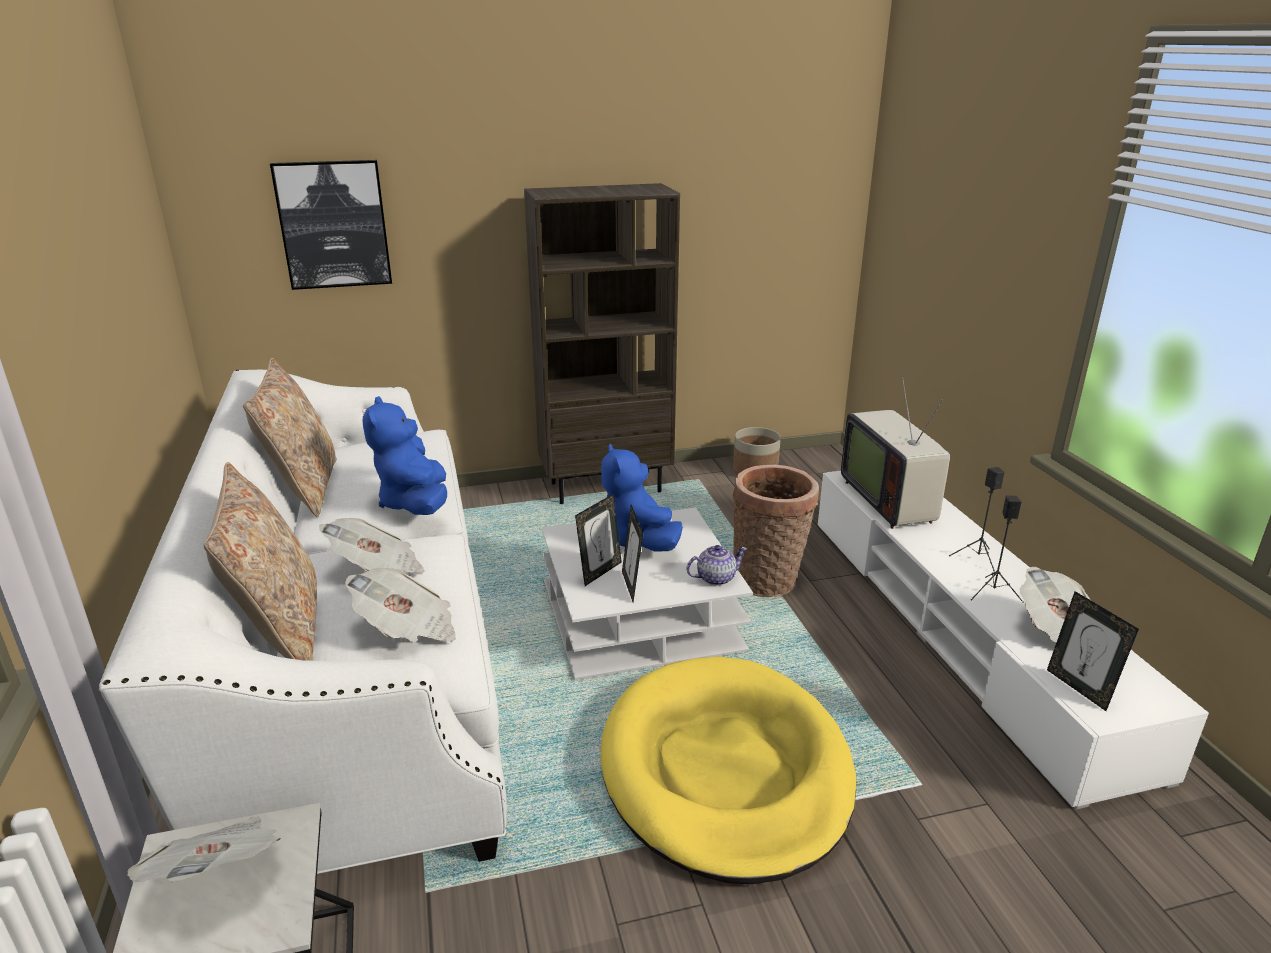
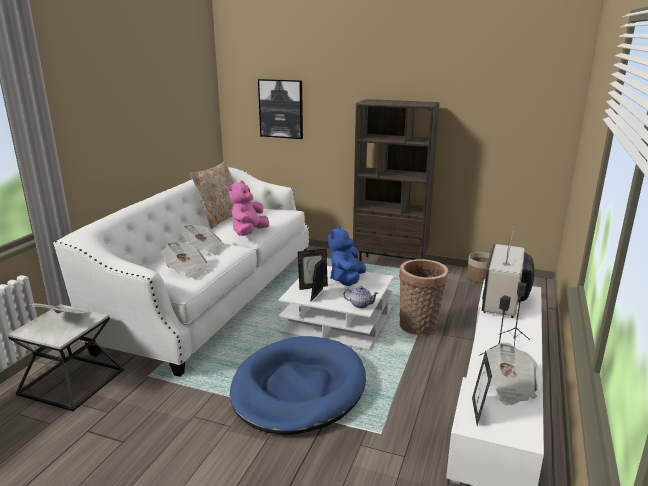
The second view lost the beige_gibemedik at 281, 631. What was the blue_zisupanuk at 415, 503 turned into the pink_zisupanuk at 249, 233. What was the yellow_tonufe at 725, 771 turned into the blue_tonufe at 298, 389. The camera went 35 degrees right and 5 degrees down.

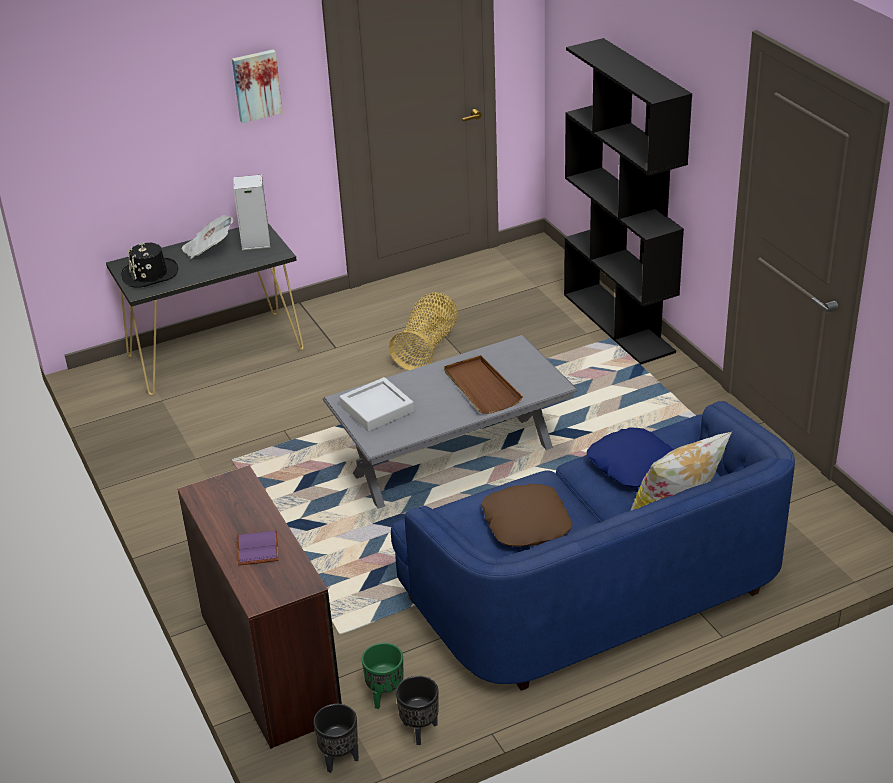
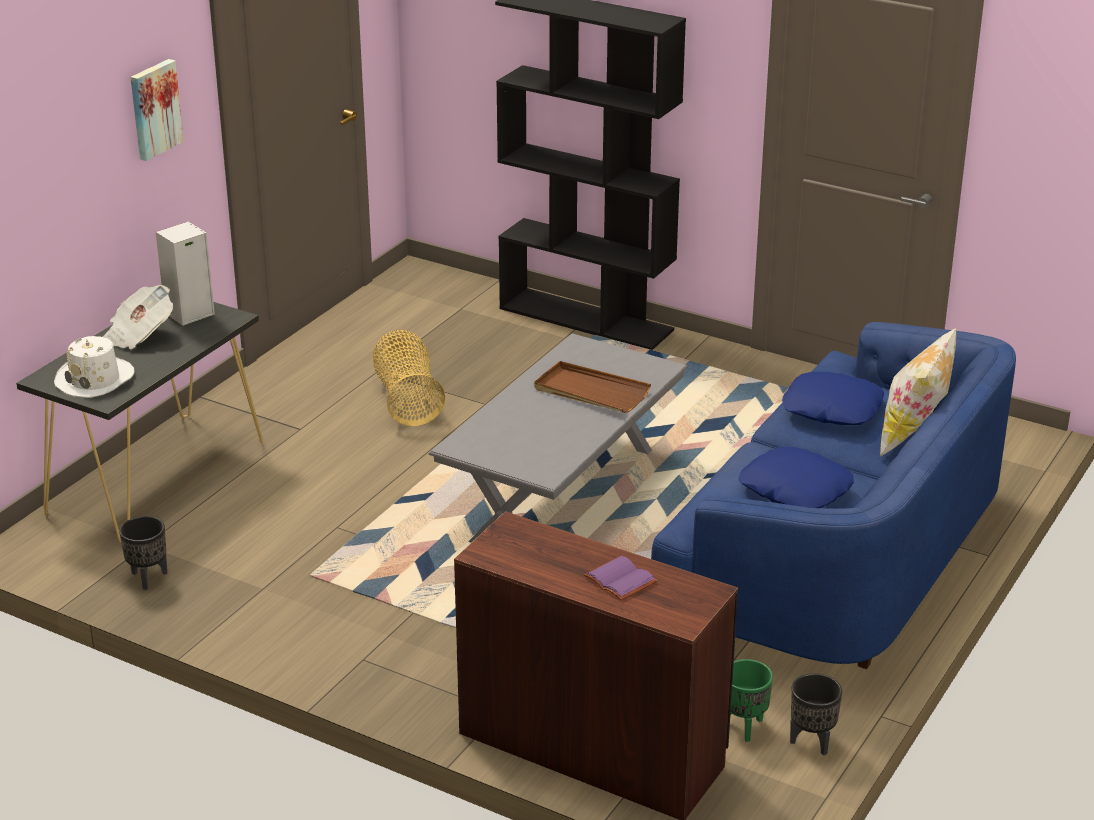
What was the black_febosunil at 150, 274 turned into the white_febosunil at 95, 379. The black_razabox ended up elsewhere, having gone from 339, 759 to 148, 578. The second view lost the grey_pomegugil at 377, 409. What was the brown_gibemedik at 525, 523 turned into the blue_gibemedik at 795, 489. The camera went 35 degrees left and 5 degrees down.

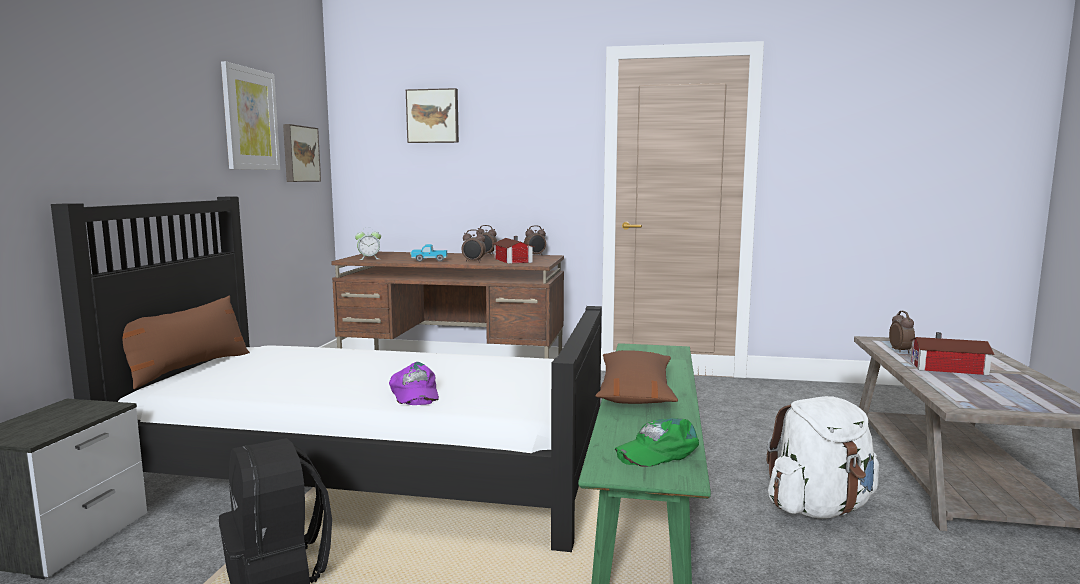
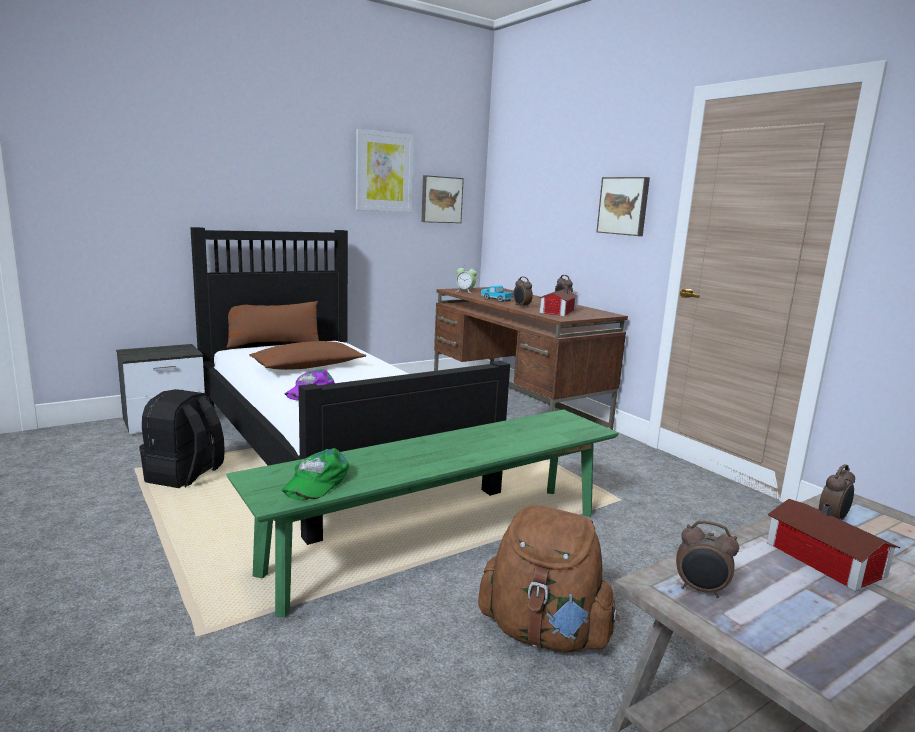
The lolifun ended up elsewhere, having gone from 433, 116 to 624, 206. The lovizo ended up elsewhere, having gone from 535, 255 to 700, 590. The brown_gibemedik ended up elsewhere, having gone from 635, 392 to 307, 367. The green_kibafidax at 657, 451 ended up facing another way, 90 degrees counterclockwise from before. What was the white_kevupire at 819, 508 turned into the brown_kevupire at 544, 633. The camera went 45 degrees right and 5 degrees up.

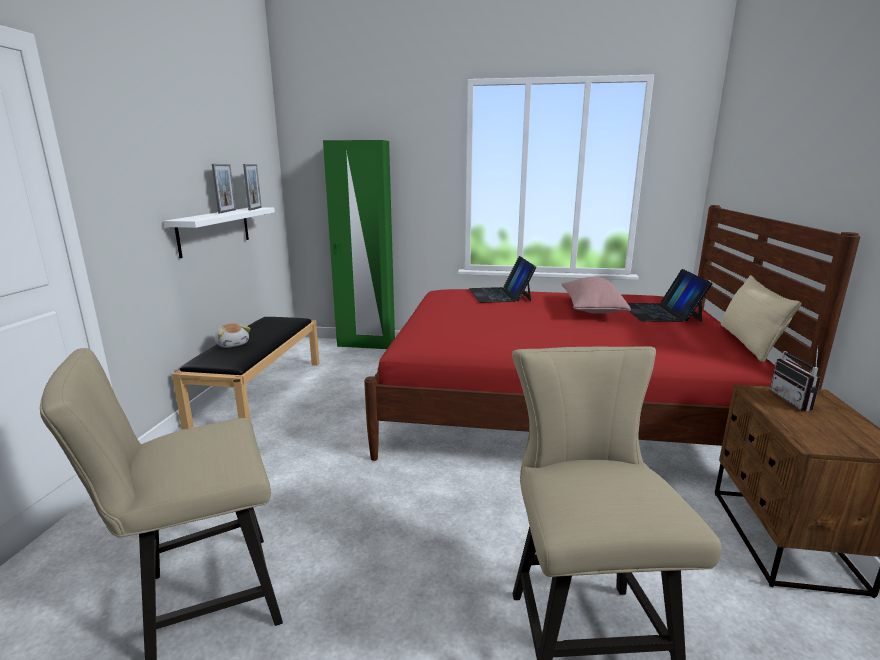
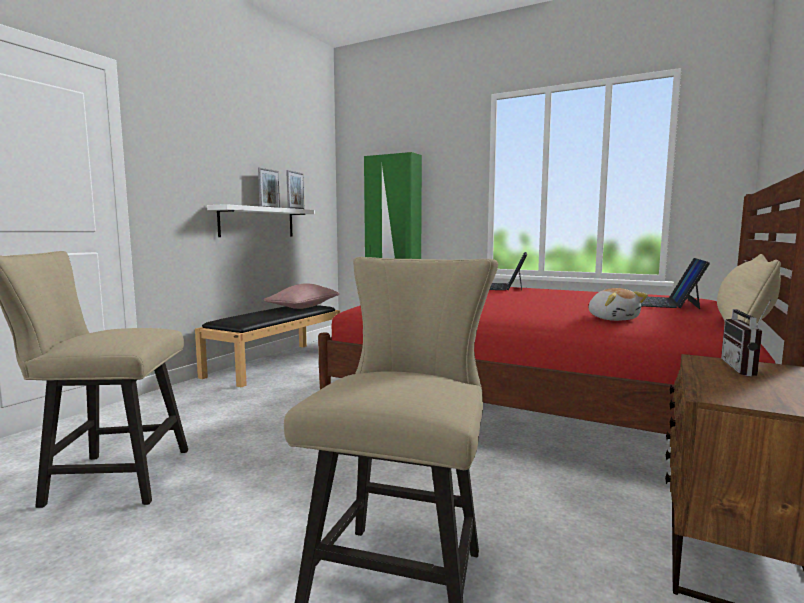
The zisupanuk ended up elsewhere, having gone from 232, 344 to 613, 319. The pink_gibemedik ended up elsewhere, having gone from 591, 309 to 303, 307. The camera went 20 degrees right and 10 degrees down.

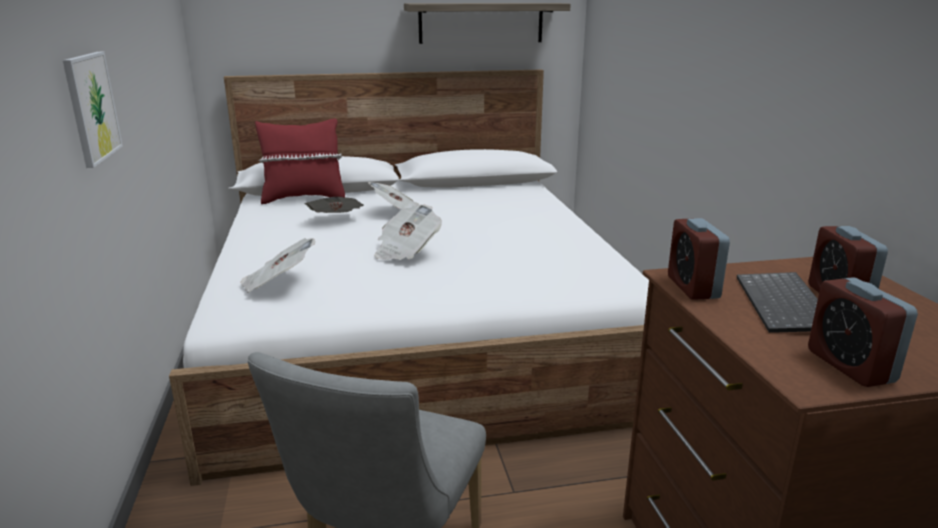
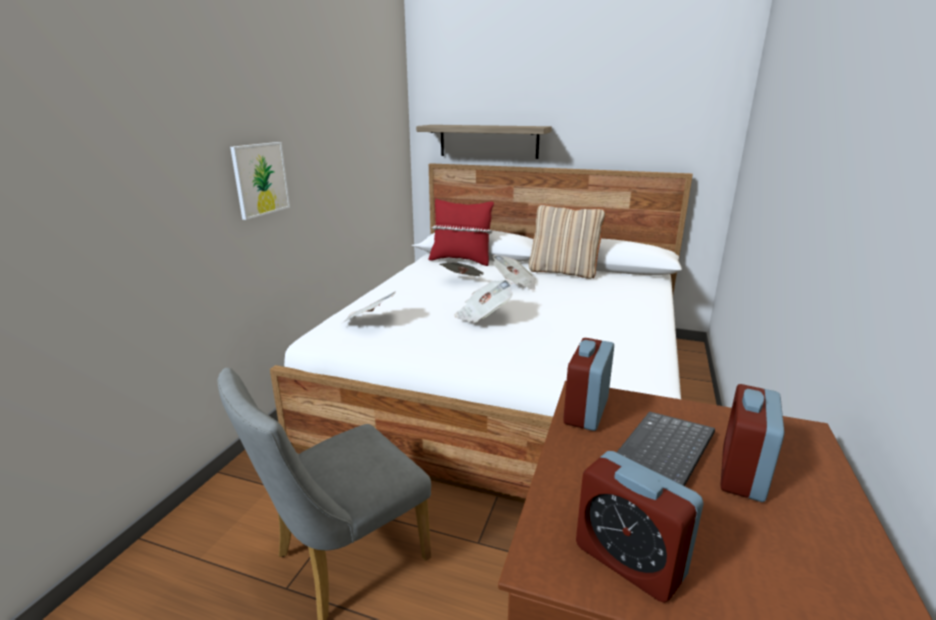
The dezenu ended up elsewhere, having gone from 481, 23 to 488, 141. The lovizo at 850, 366 ended up facing another way, 60 degrees counterclockwise from before. The second view gained the beige_gibemedik at 563, 272. The camera went 30 degrees right and 0 degrees up.

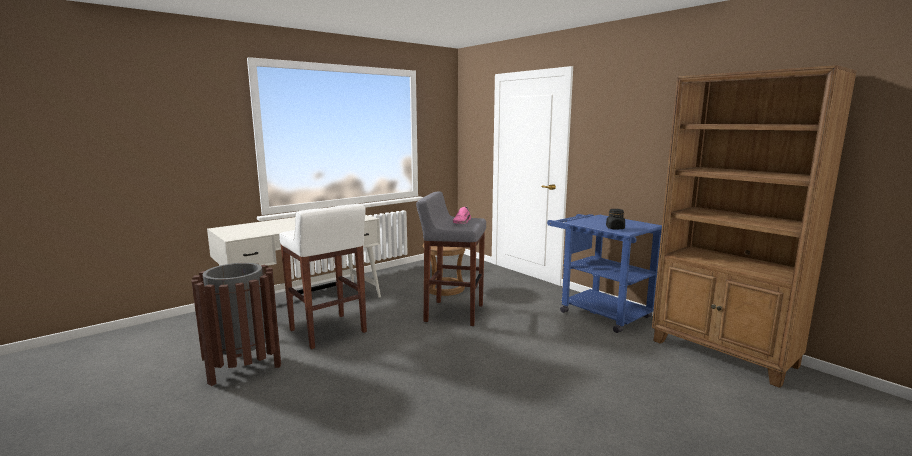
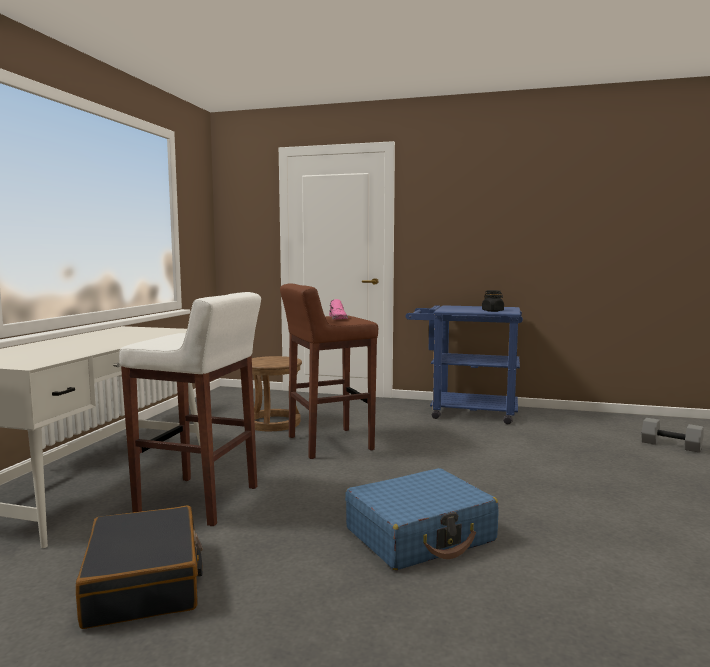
Where the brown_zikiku stood at 244, 369, the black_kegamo came to stand at 144, 582. What was the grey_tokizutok at 453, 313 turned into the brown_tokizutok at 328, 443. The second view lost the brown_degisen at 723, 354. The second view gained the blue_kegamo at 420, 535. The second view gained the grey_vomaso at 671, 445. The camera went 35 degrees left and 5 degrees down.

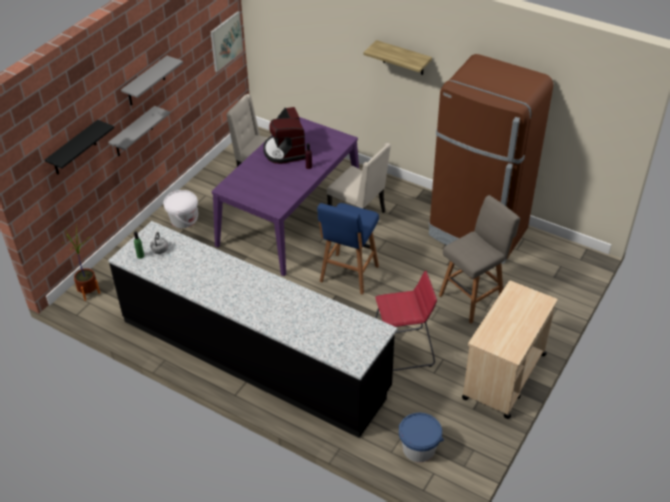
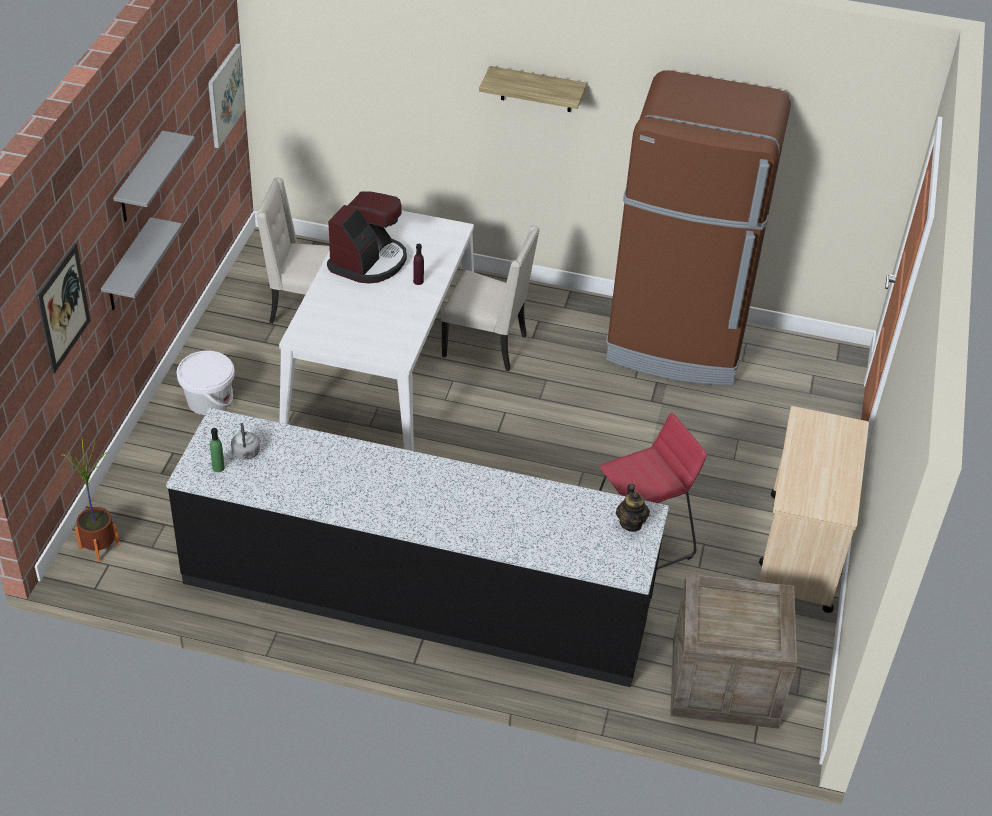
Where the black_dezenu hung at 74, 149, the lolifun came to hang at 63, 308. What was the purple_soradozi at 290, 217 turned into the white_soradozi at 381, 368. The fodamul at 285, 151 ended up facing another way, 120 degrees counterclockwise from before. The second view lost the blue_tokizutok at 348, 275. Where the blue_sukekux stood at 418, 448, the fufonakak came to stand at 723, 683. The second view lost the grey_tokizutok at 473, 298. The second view gained the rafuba at 631, 523. The camera went 20 degrees left and 0 degrees up.

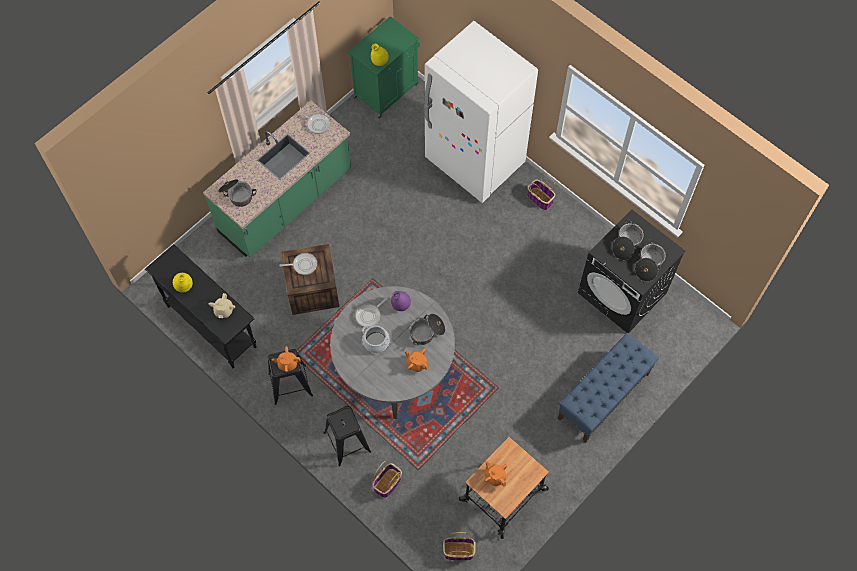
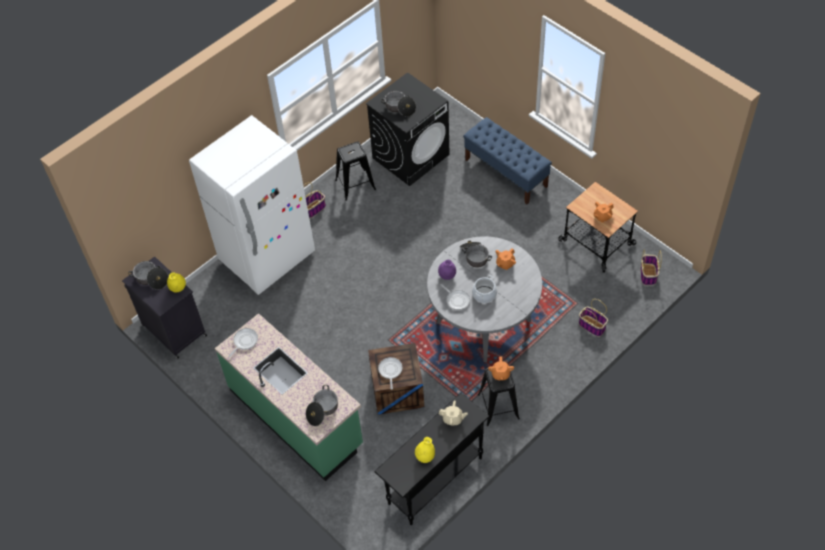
The black_tokizutok ended up elsewhere, having gone from 347, 441 to 355, 185. What was the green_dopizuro at 387, 90 turned into the black_dopizuro at 173, 329. The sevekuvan ended up elsewhere, having gone from 648, 265 to 151, 279. The camera went 85 degrees left and 10 degrees down.

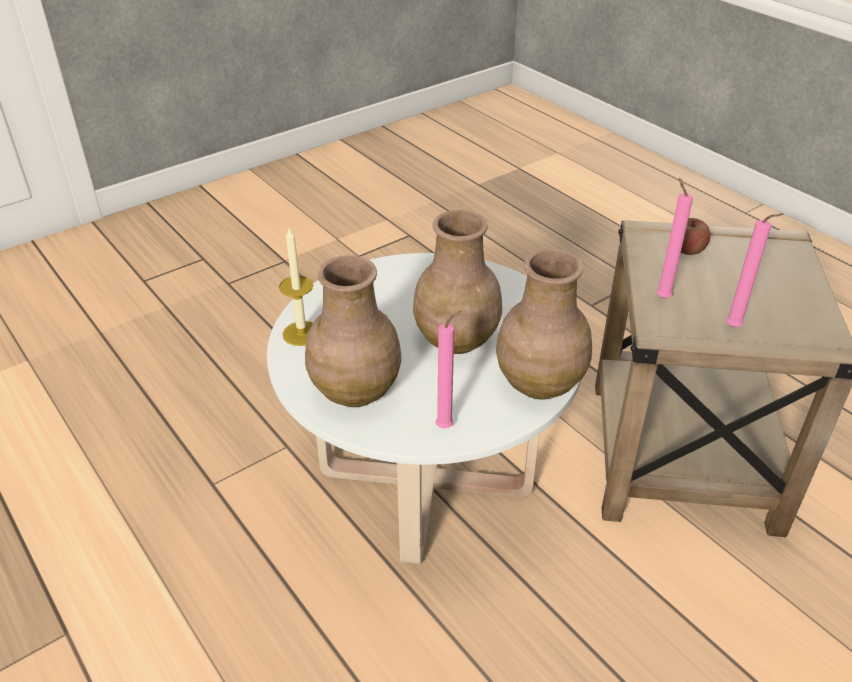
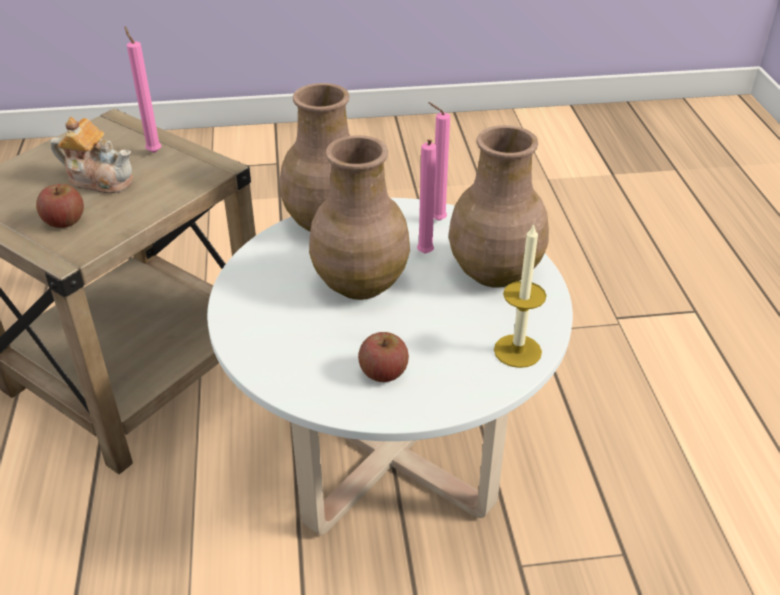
The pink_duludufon ended up elsewhere, having gone from 661, 296 to 424, 255. The second view gained the rafuba at 100, 179. The second view gained the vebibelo at 383, 372. The camera went 150 degrees left and 0 degrees up.

